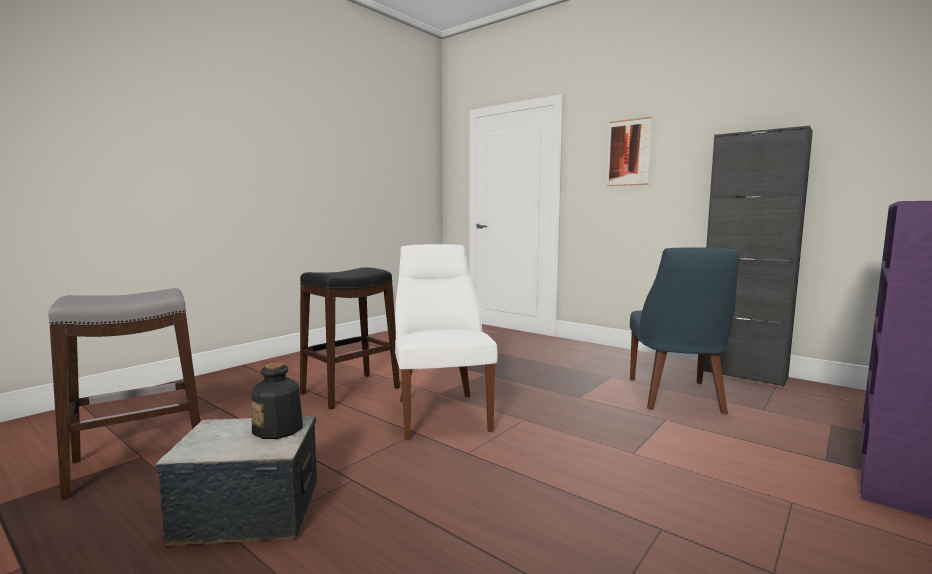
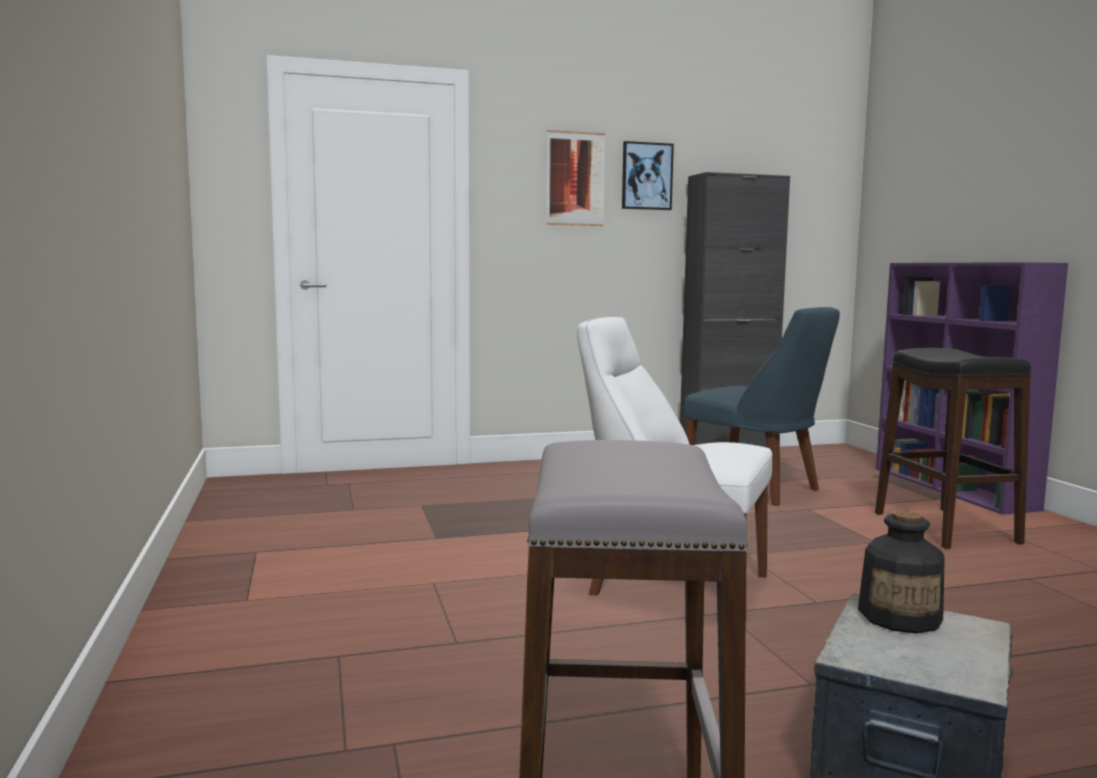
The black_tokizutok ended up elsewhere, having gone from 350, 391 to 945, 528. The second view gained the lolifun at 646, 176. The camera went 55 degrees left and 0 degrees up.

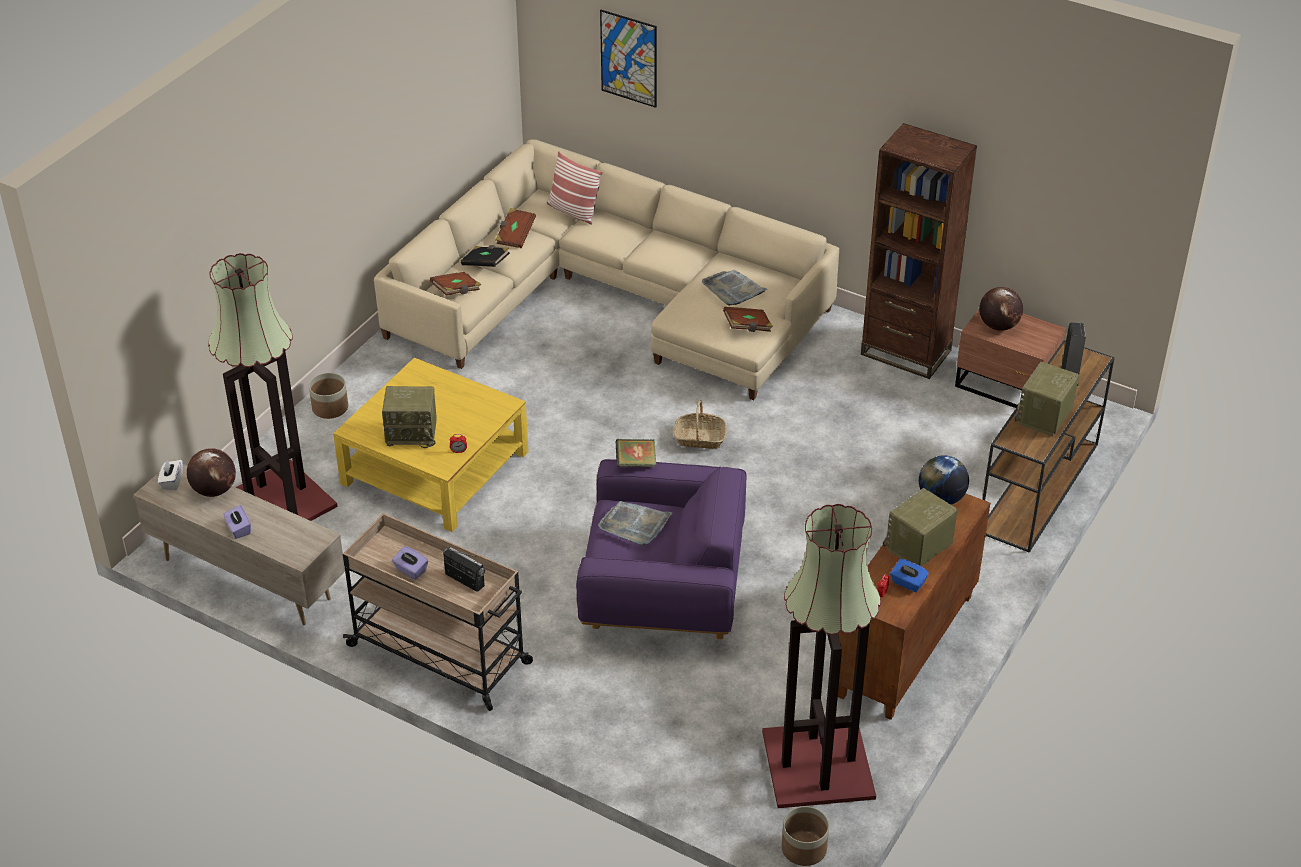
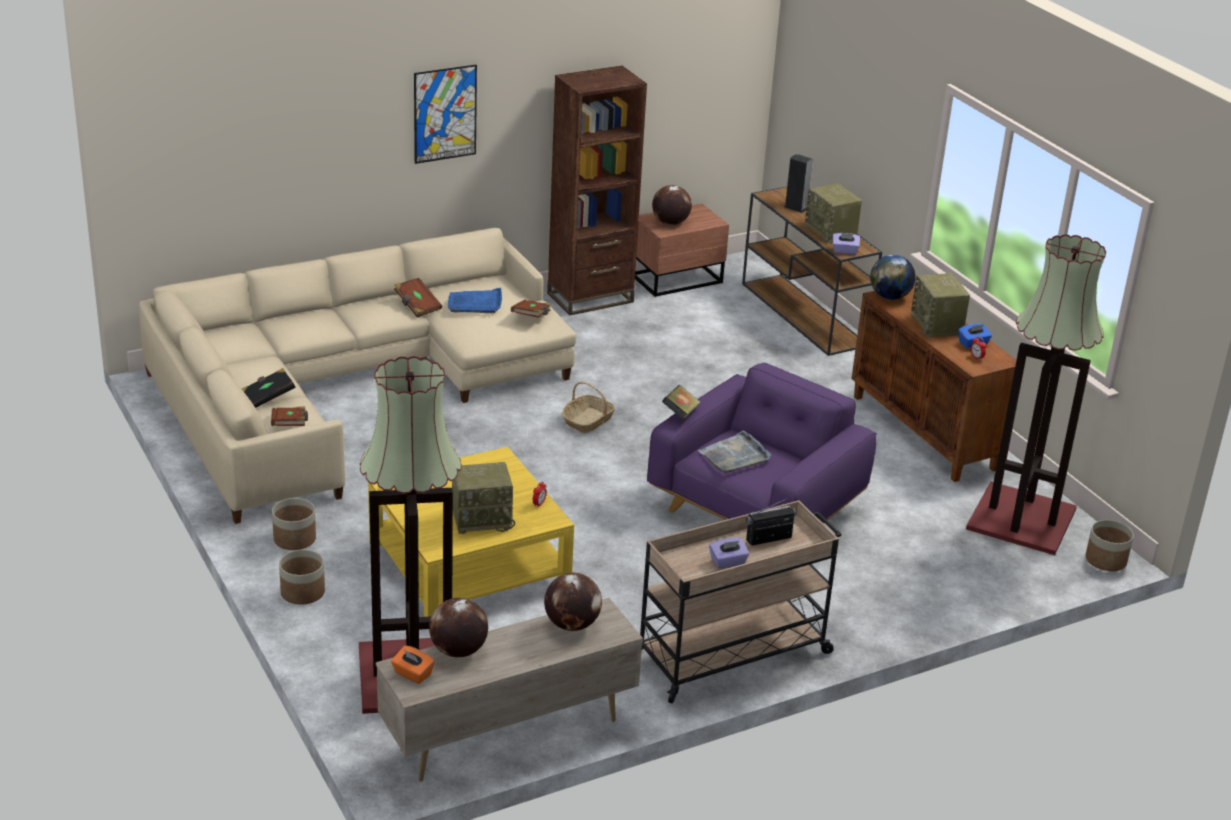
What was the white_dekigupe at 172, 481 turned into the orange_dekigupe at 412, 674. The purple_dekigupe ended up elsewhere, having gone from 238, 529 to 845, 251. The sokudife at 412, 433 ended up facing another way, 45 degrees clockwise from before. The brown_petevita ended up elsewhere, having gone from 515, 235 to 417, 306. The second view lost the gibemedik at 573, 211. The lolifun ended up elsewhere, having gone from 629, 58 to 445, 114. What was the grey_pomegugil at 733, 289 turned into the blue_pomegugil at 475, 303. The second view gained the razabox at 295, 539. The second view gained the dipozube at 572, 624. The camera went 60 degrees left and 10 degrees down.

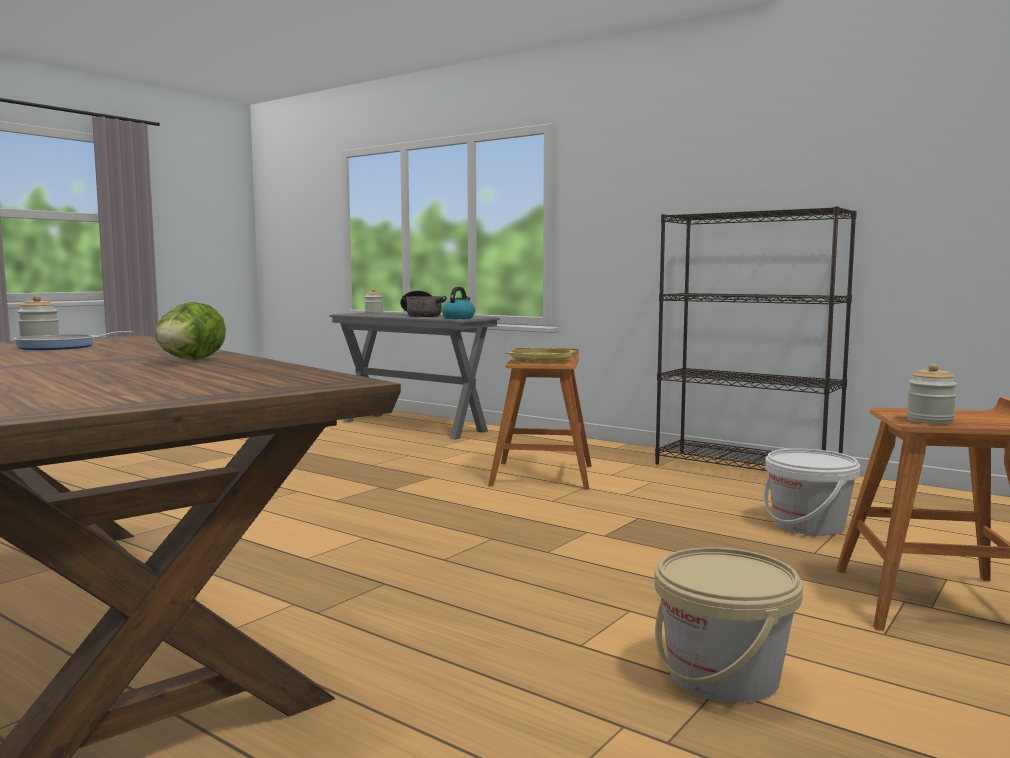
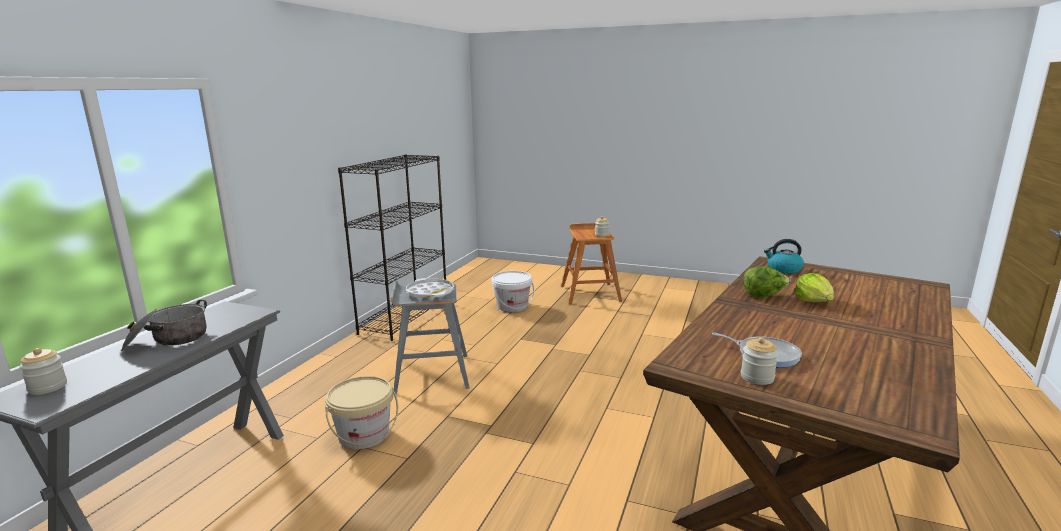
The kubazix ended up elsewhere, having gone from 458, 318 to 783, 269. What was the brown_tokizutok at 542, 475 turned into the grey_tokizutok at 431, 373. What was the yellow_pomegugil at 541, 361 turned into the white_pomegugil at 430, 293. The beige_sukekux ended up elsewhere, having gone from 723, 675 to 364, 435. The second view gained the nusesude at 814, 301. The camera went 105 degrees left and 10 degrees up.

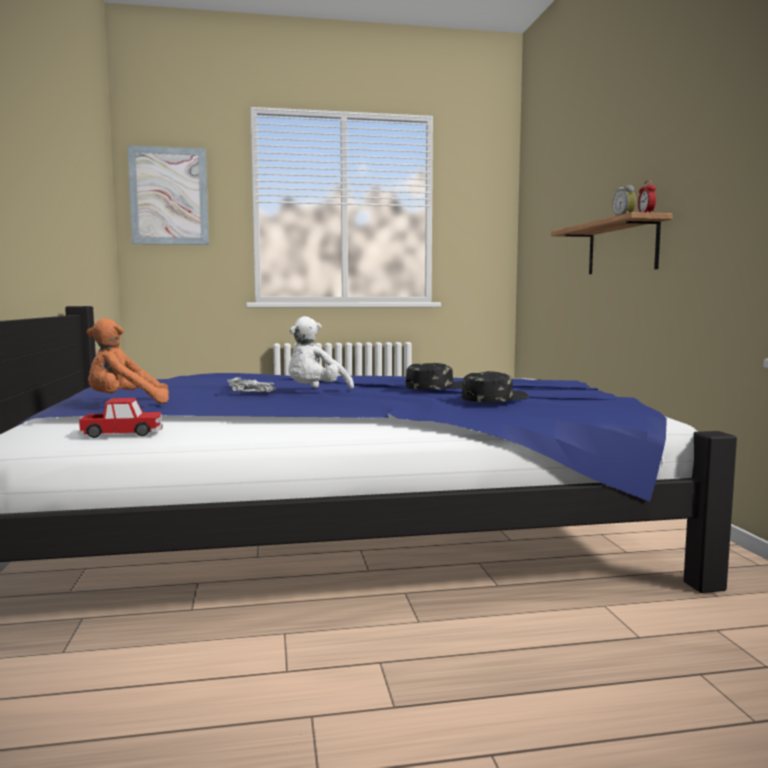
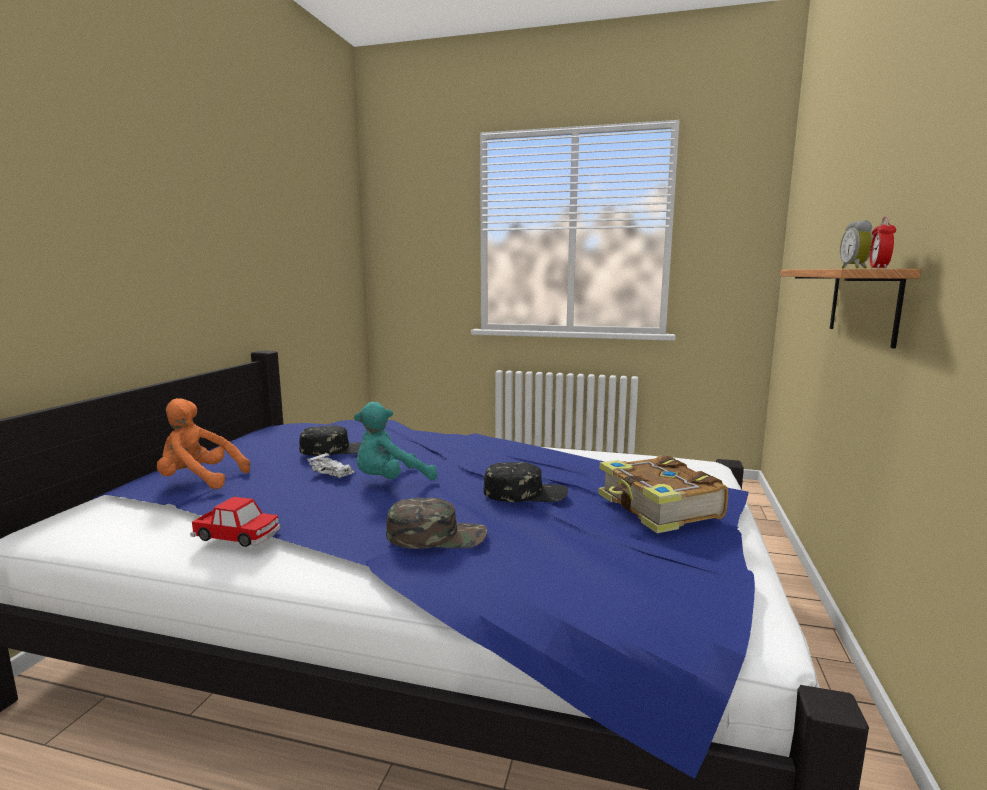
The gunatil ended up elsewhere, having gone from 122, 433 to 237, 535. The second view lost the lolifun at 169, 196. What was the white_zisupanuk at 315, 393 turned into the turquoise_zisupanuk at 391, 482. The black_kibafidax ended up elsewhere, having gone from 494, 398 to 335, 449. The second view gained the green_kibafidax at 437, 535. The second view gained the petevita at 658, 508. The camera went 25 degrees right and 5 degrees up.

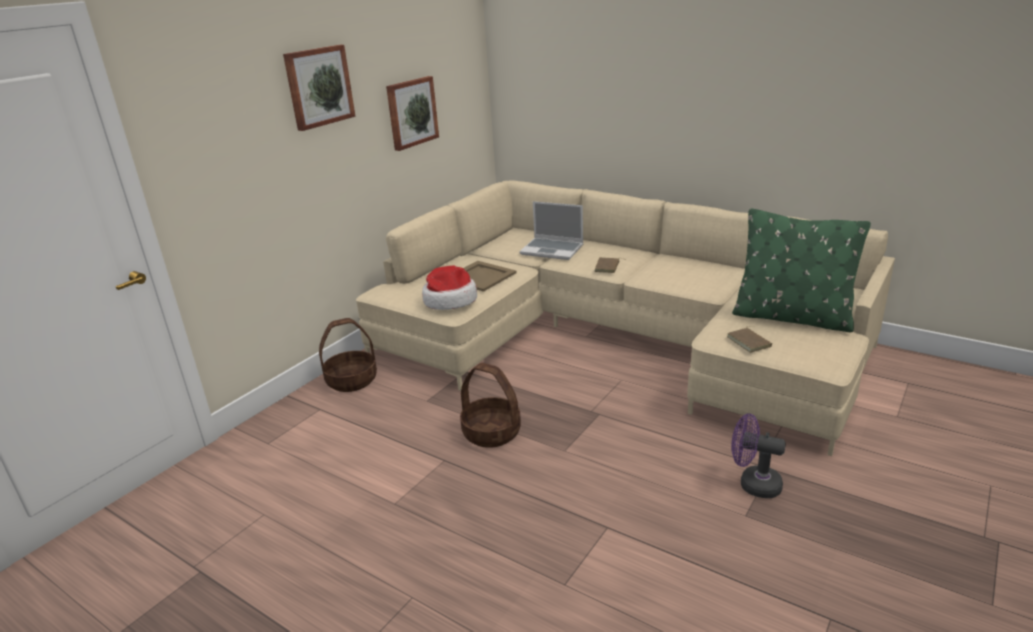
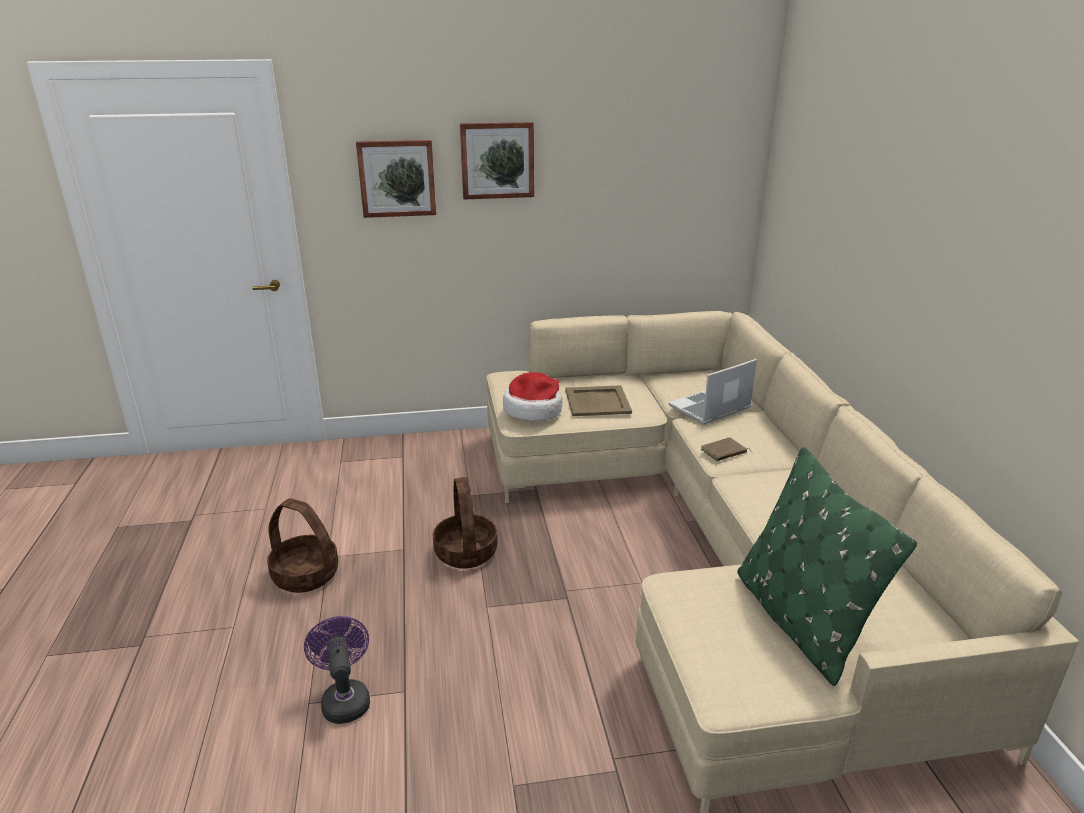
The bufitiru ended up elsewhere, having gone from 352, 380 to 306, 574. The lolifun ended up elsewhere, having gone from 411, 112 to 397, 178. The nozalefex at 553, 250 ended up facing another way, 75 degrees clockwise from before. The second view lost the brown_petevita at 750, 342. The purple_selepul ended up elsewhere, having gone from 753, 484 to 344, 698. The camera went 45 degrees right and 0 degrees up.

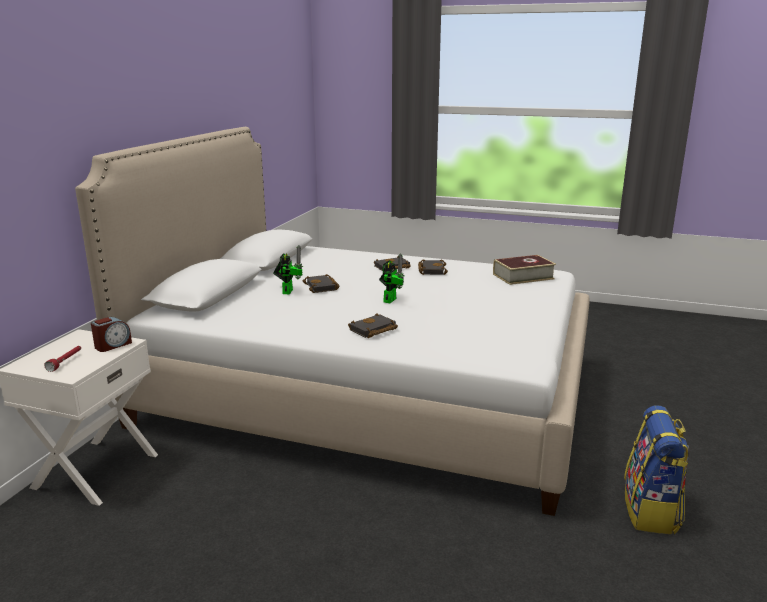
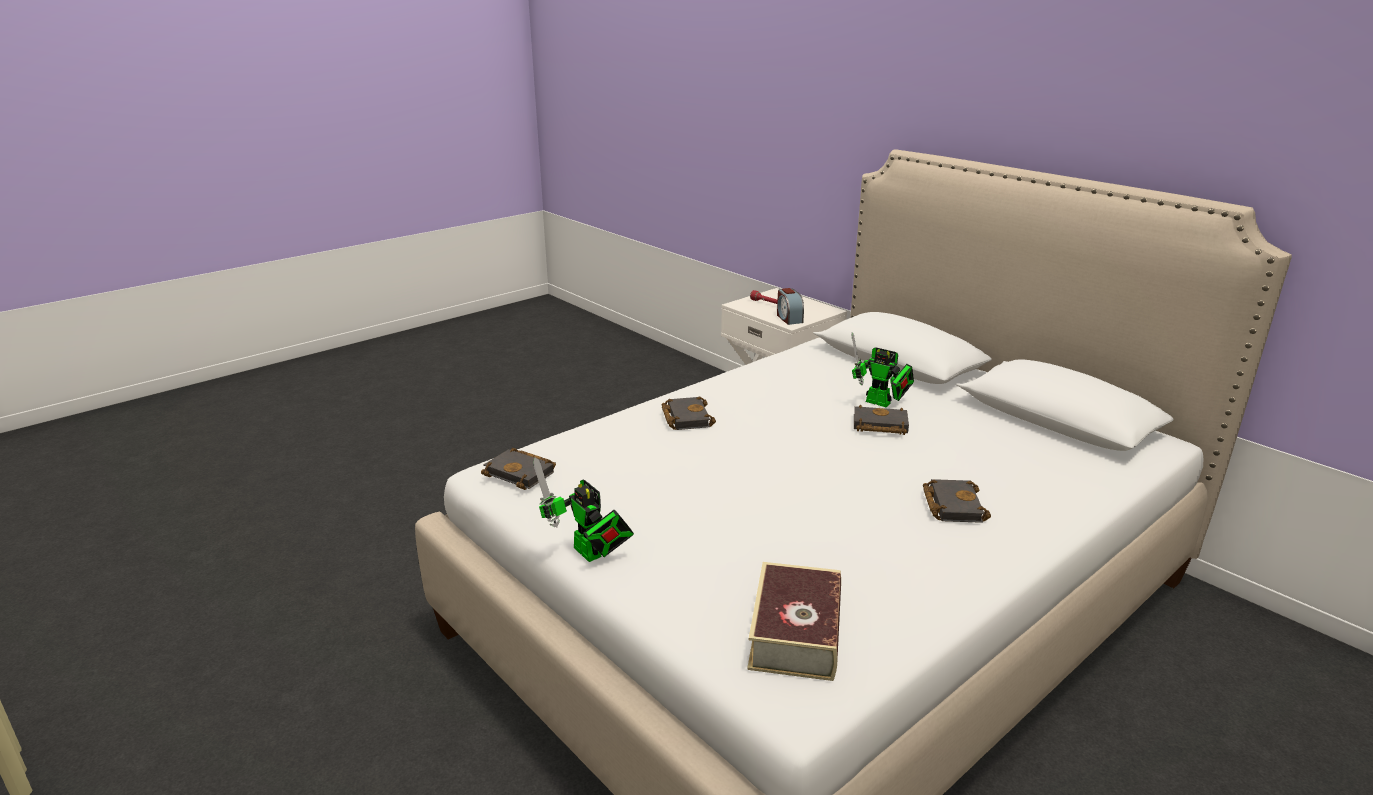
The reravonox ended up elsewhere, having gone from 391, 299 to 590, 555. The black_petevita ended up elsewhere, having gone from 431, 270 to 522, 473. The second view lost the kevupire at 651, 511. The camera went 120 degrees right and 5 degrees up.

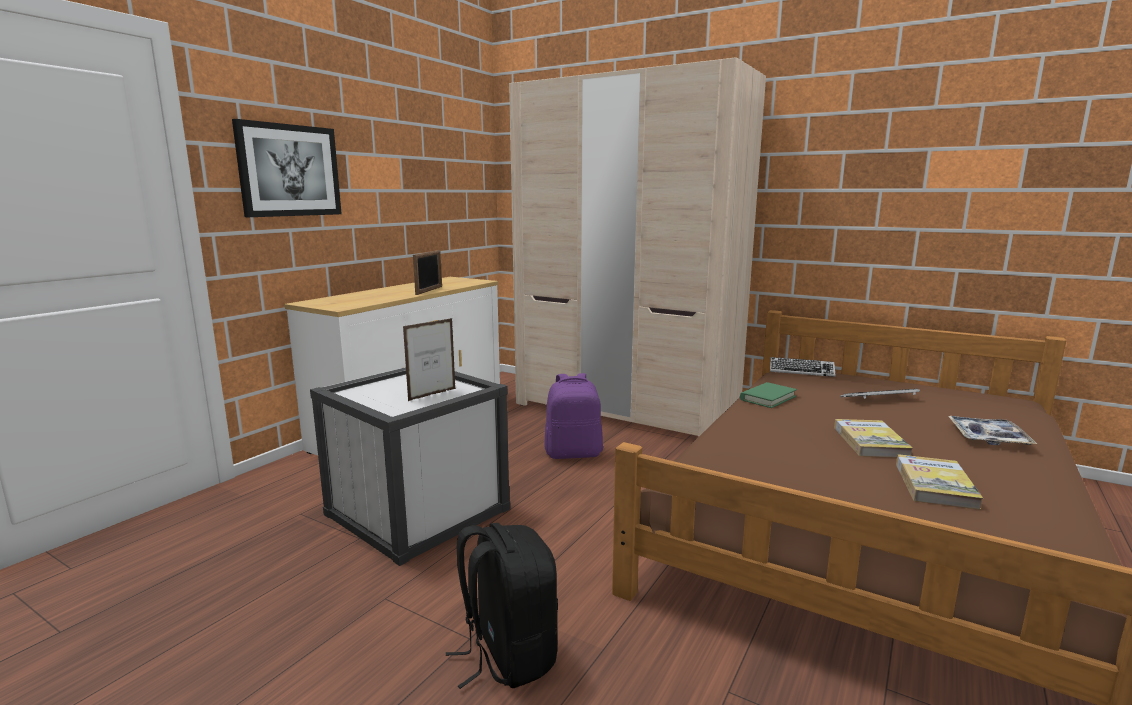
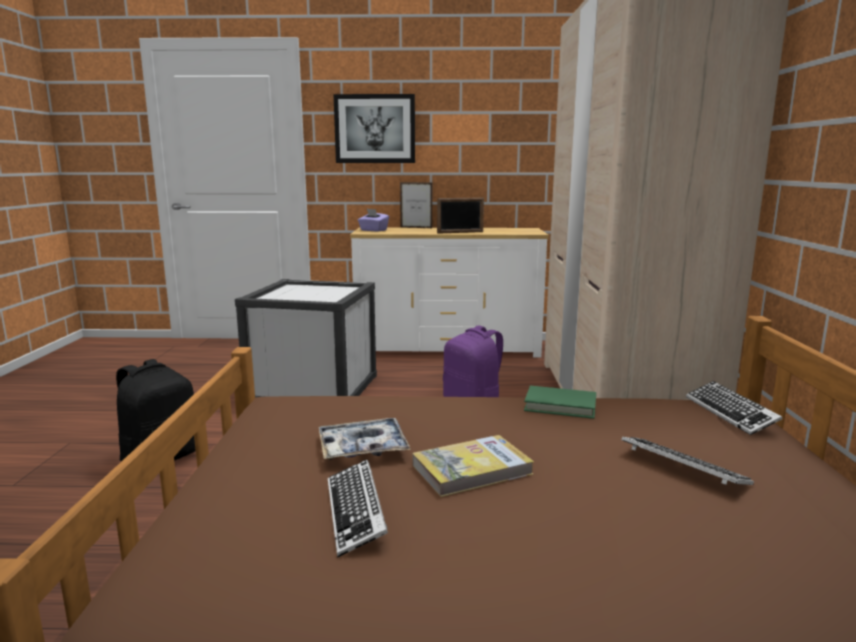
The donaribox ended up elsewhere, having gone from 432, 394 to 416, 228. Where the petevita stood at 935, 485, the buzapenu came to stand at 356, 513. The pomegugil ended up elsewhere, having gone from 988, 437 to 363, 448. The second view gained the purple_dekigupe at 373, 230. The camera went 60 degrees right and 0 degrees up.

